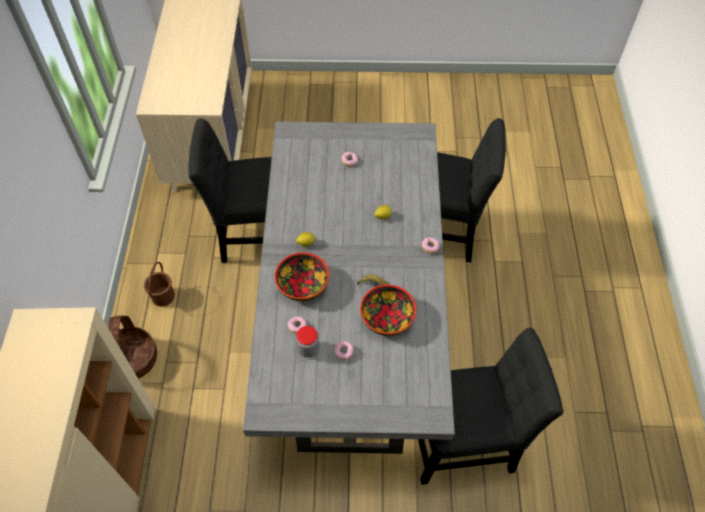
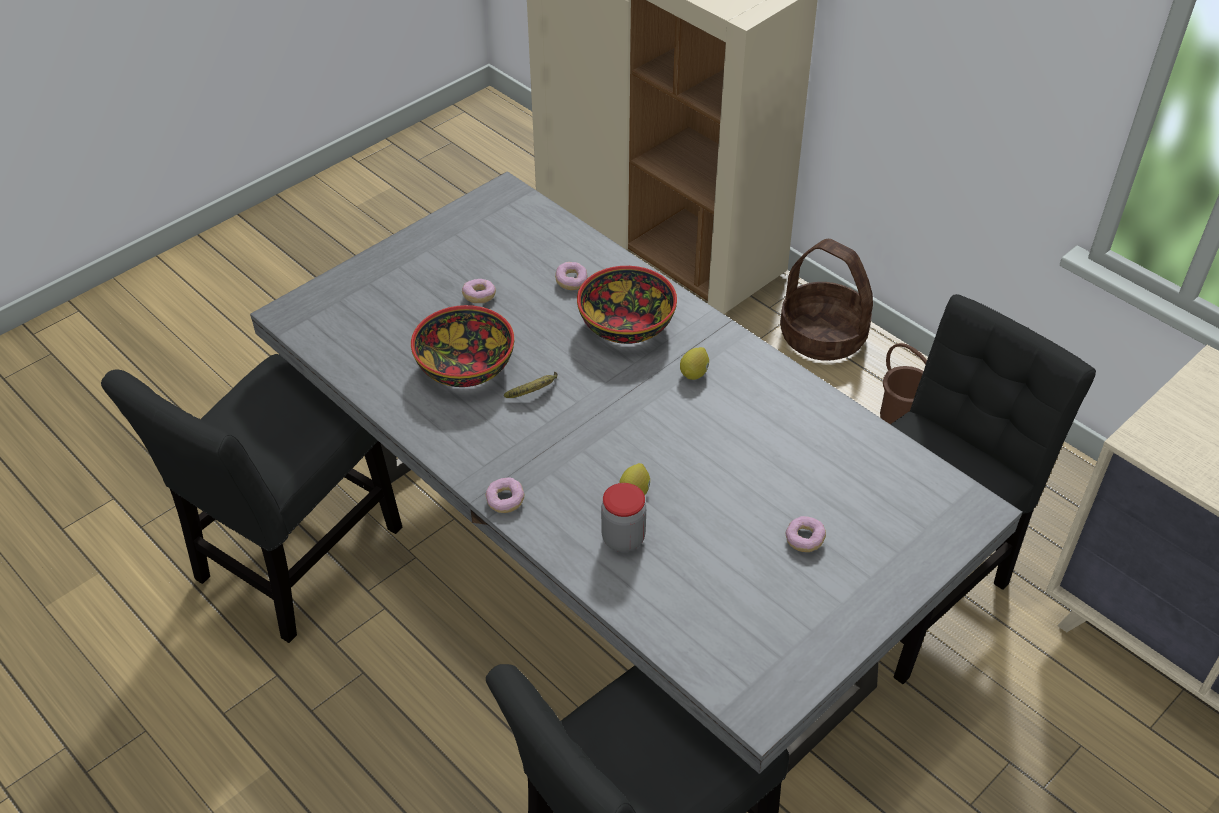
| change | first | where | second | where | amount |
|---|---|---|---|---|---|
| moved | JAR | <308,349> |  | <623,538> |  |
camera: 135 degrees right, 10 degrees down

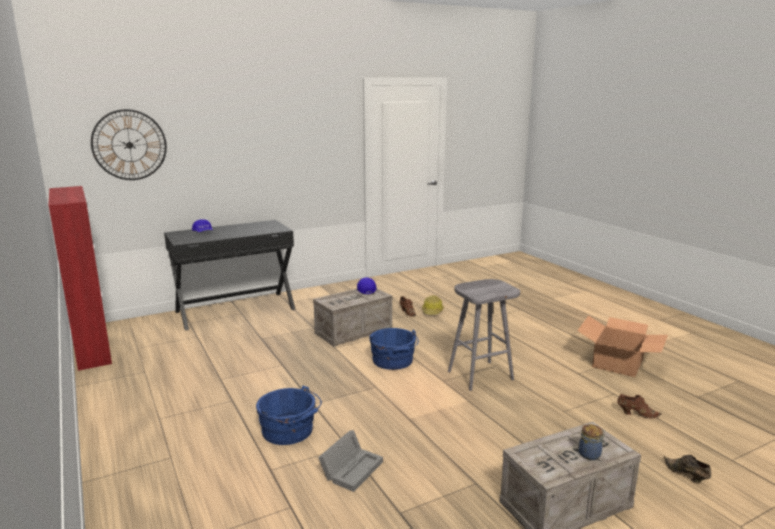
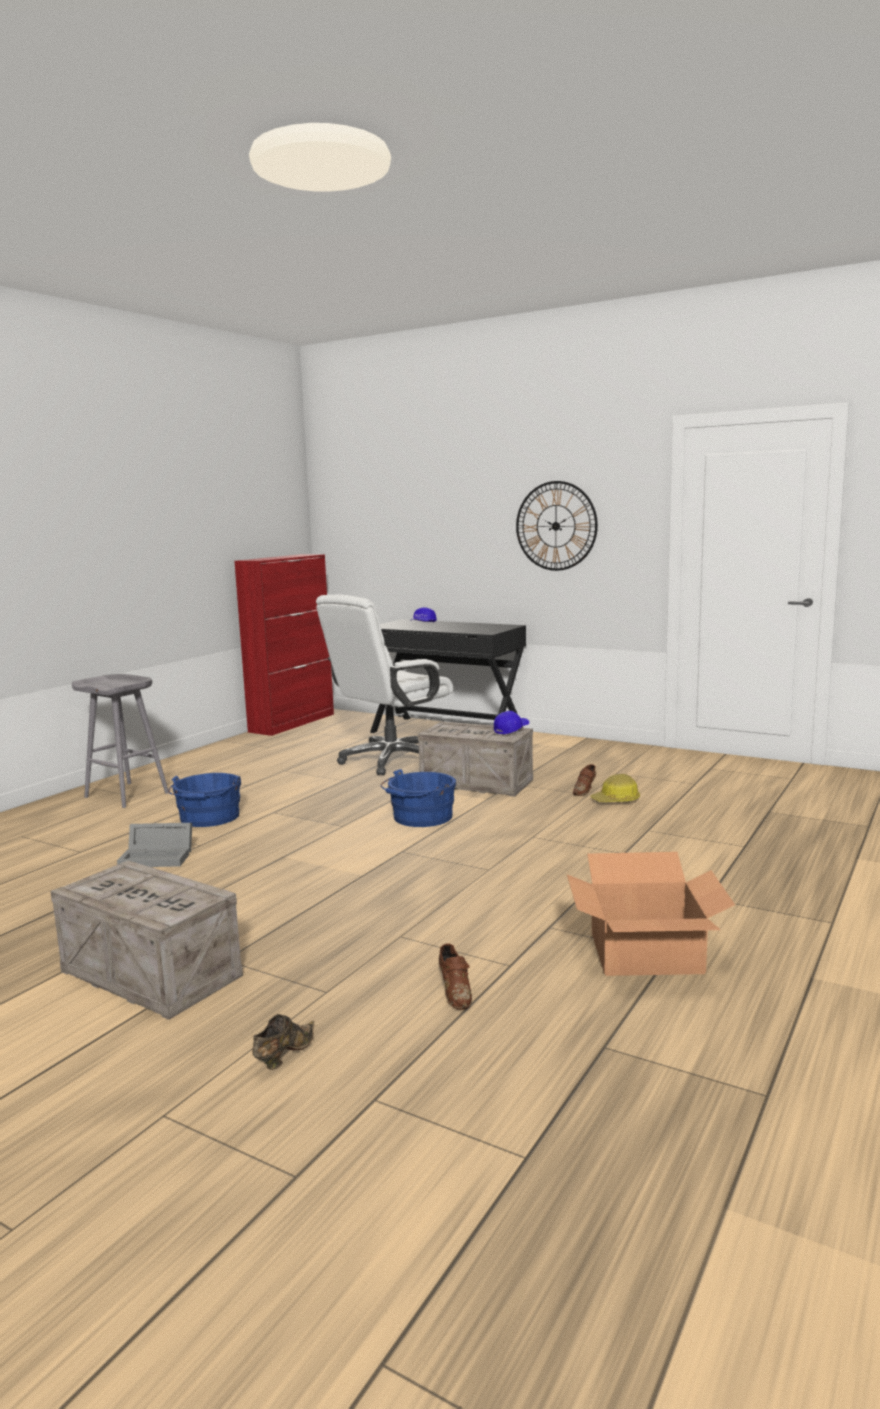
| change | first | where | second | where | amount |
|---|---|---|---|---|---|
| moved | WALL CLOCK | <129,145> |  | <556,526> |  |
| moved | GREY STOOL | <480,375> |  | <128,795> |  |
| removed | JAR | <590,454> |  |  |  |
| added |  |  | WHITE OFFICE CHAIR | <390,760> |  |
camera: 60 degrees right, 5 degrees down

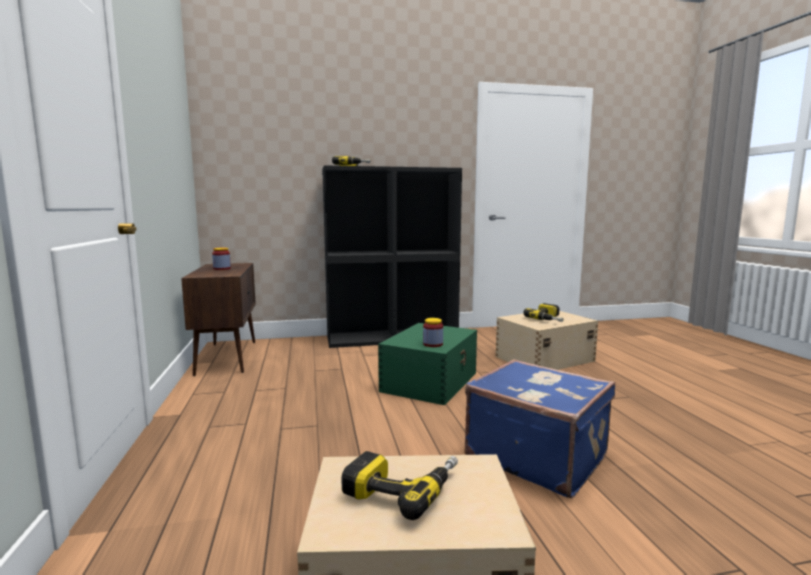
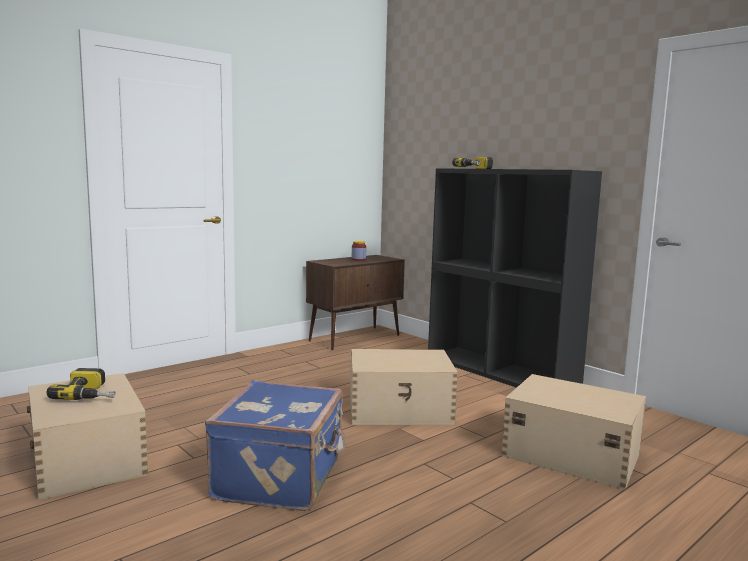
| change | first | where | second | where | amount |
|---|---|---|---|---|---|
| removed | POWER DRILL | <549,319> |  |  |  |
| removed | JAR | <433,344> |  |  |  |
| recoloured | GREEN STORAGE BOX | <430,381> | BEIGE STORAGE BOX | <400,410> |  |
camera: 60 degrees right, 0 degrees up

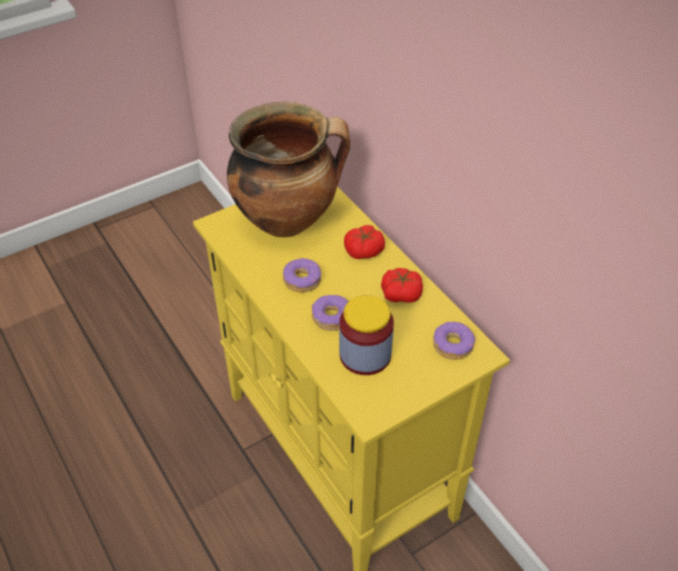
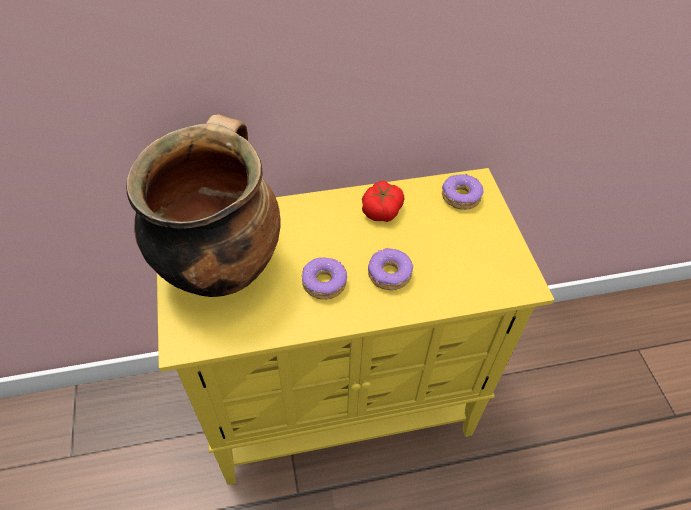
| change | first | where | second | where | amount |
|---|---|---|---|---|---|
| removed | TOMATO | <364,250> |  |  |  |
| removed | JAR | <365,355> |  |  |  |
camera: 70 degrees left, 5 degrees up

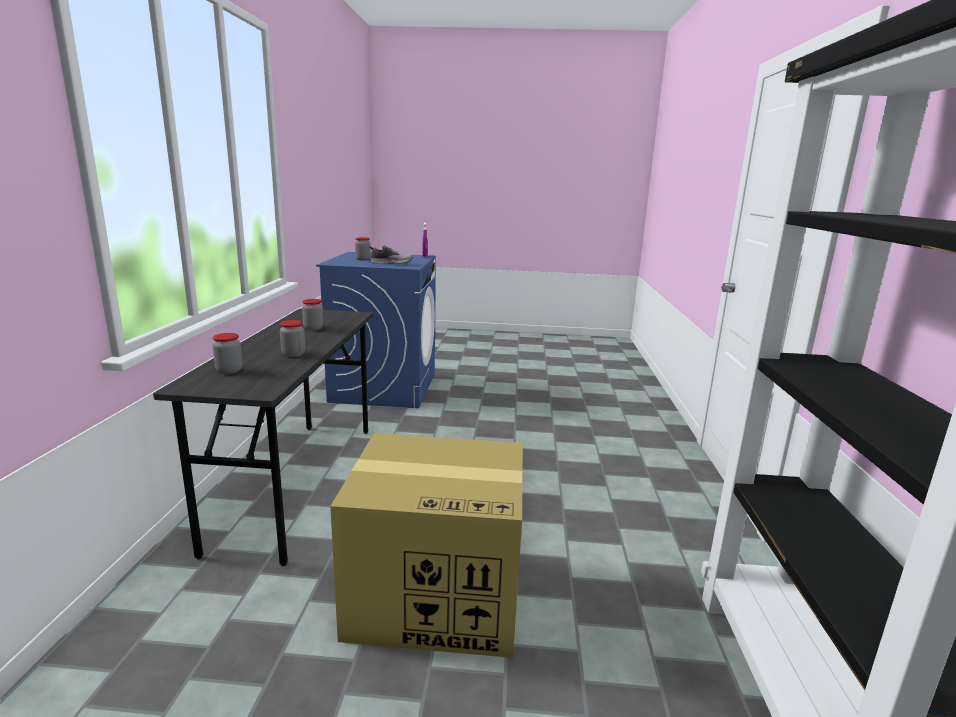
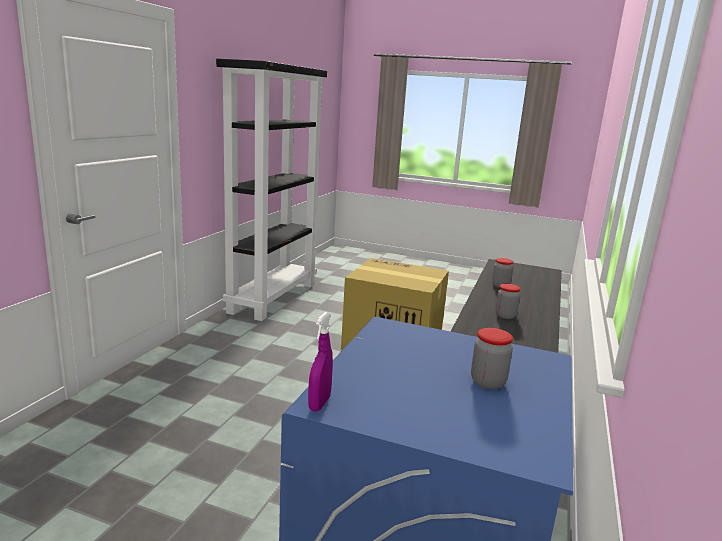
| change | first | where | second | where | amount |
|---|---|---|---|---|---|
| removed | SHOE | <391,263> |  |  |  |
| removed | JAR | <229,371> |  |  |  |
camera: 165 degrees left, 0 degrees up

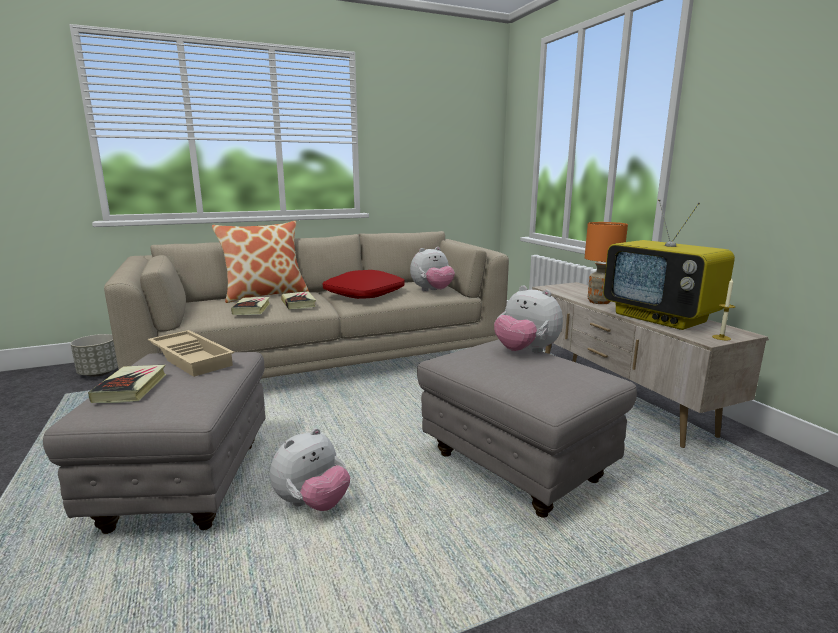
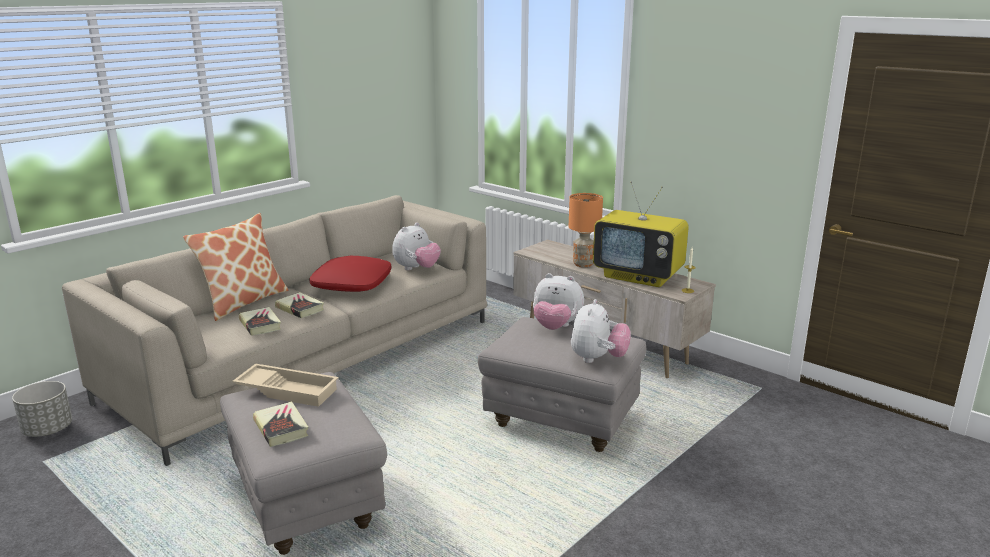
| change | first | where | second | where | amount |
|---|---|---|---|---|---|
| moved | PLUSH TOY | <312,504> |  | <598,359> |  |
camera: 25 degrees left, 5 degrees up

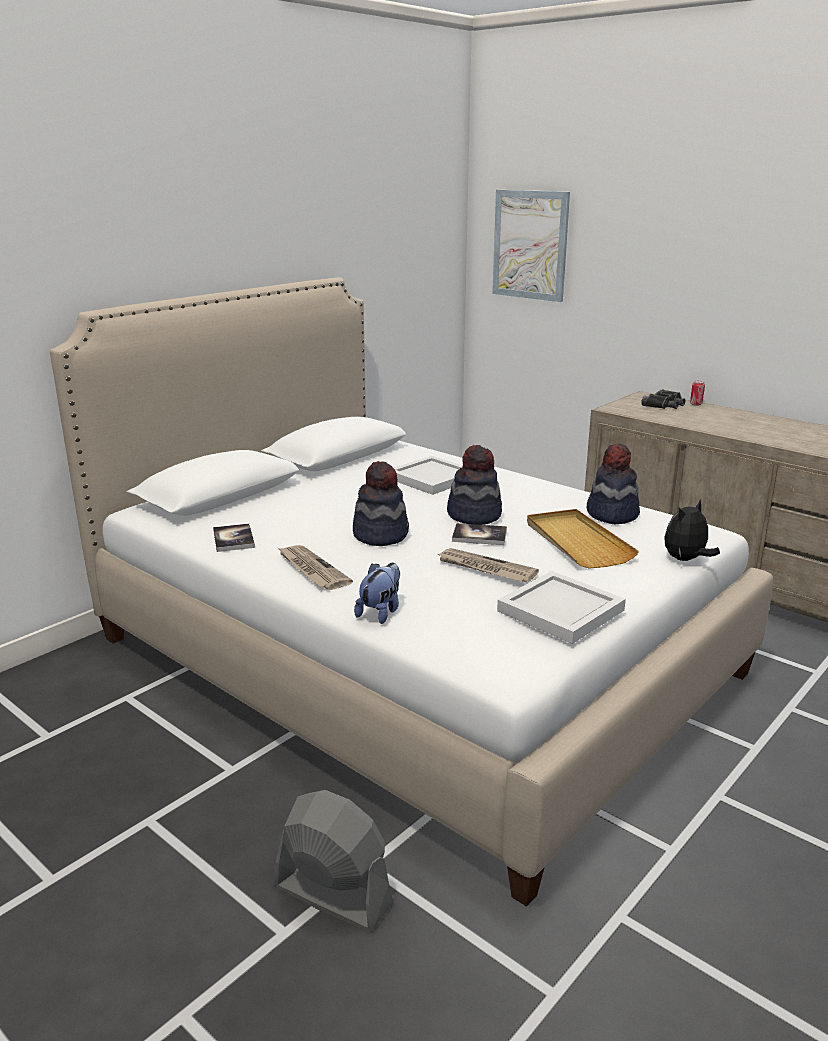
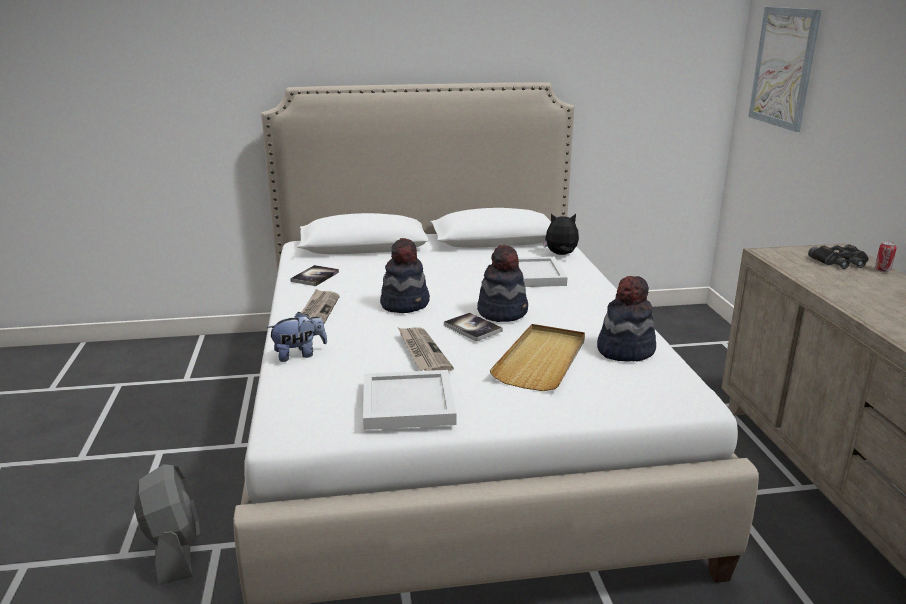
| change | first | where | second | where | amount |
|---|---|---|---|---|---|
| moved | PLUSH TOY | <686,560> |  | <561,255> |  |
camera: 40 degrees right, 0 degrees up

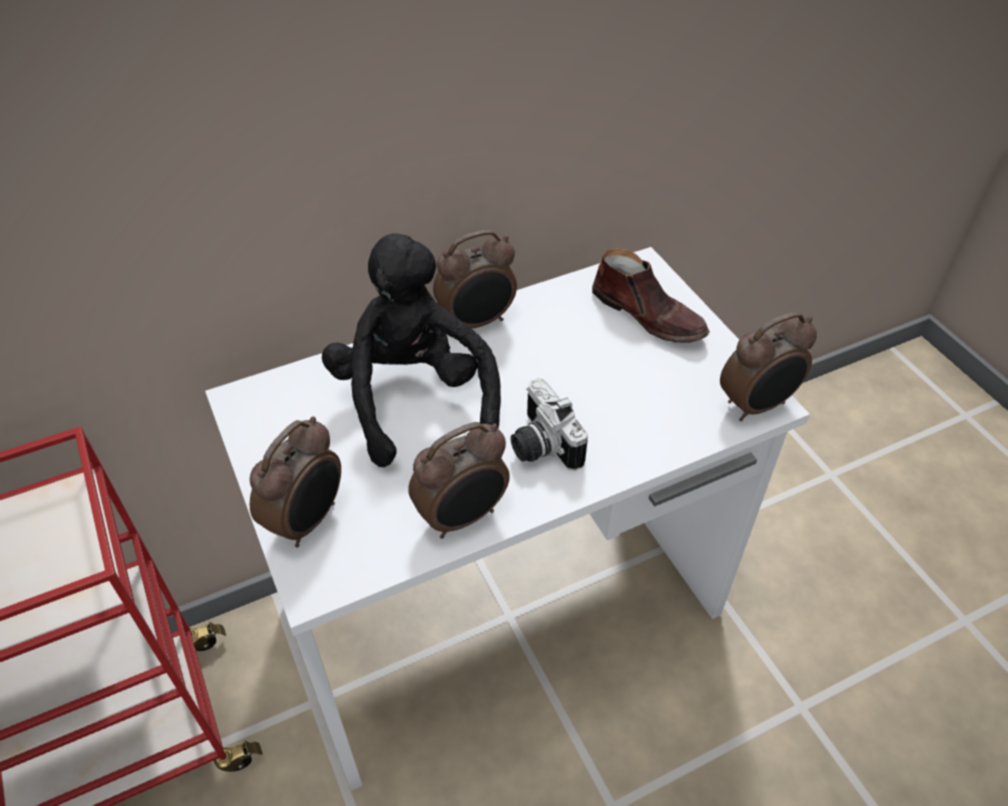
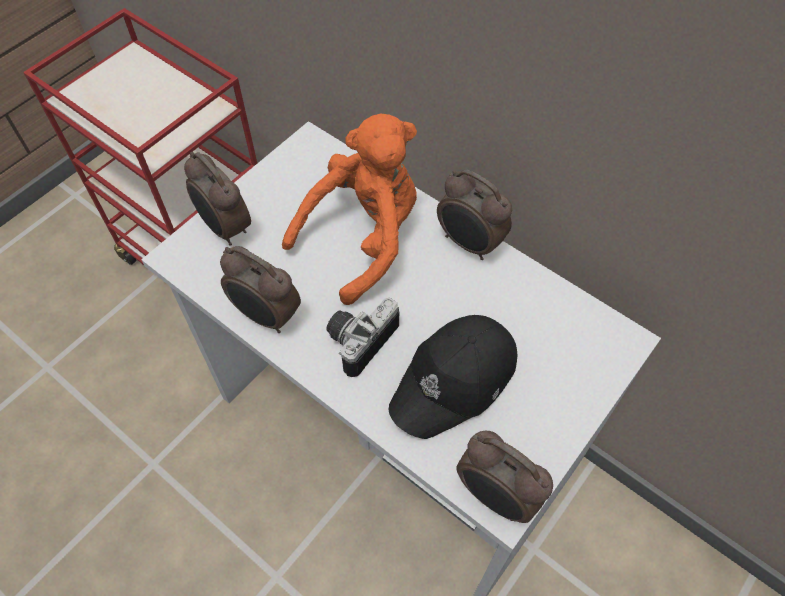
| change | first | where | second | where | amount |
|---|---|---|---|---|---|
| recoloured | BLACK PLUSH TOY | <413,398> | ORANGE PLUSH TOY | <363,238> |  |
| removed | BROWN SHOE | <649,315> |  |  |  |
| turned | ALARM CLOCK | <308,520> |  | <225,228> | 45 degrees clockwise |
| added |  |  | BLACK CAP | <455,381> |  |
camera: 65 degrees right, 10 degrees up

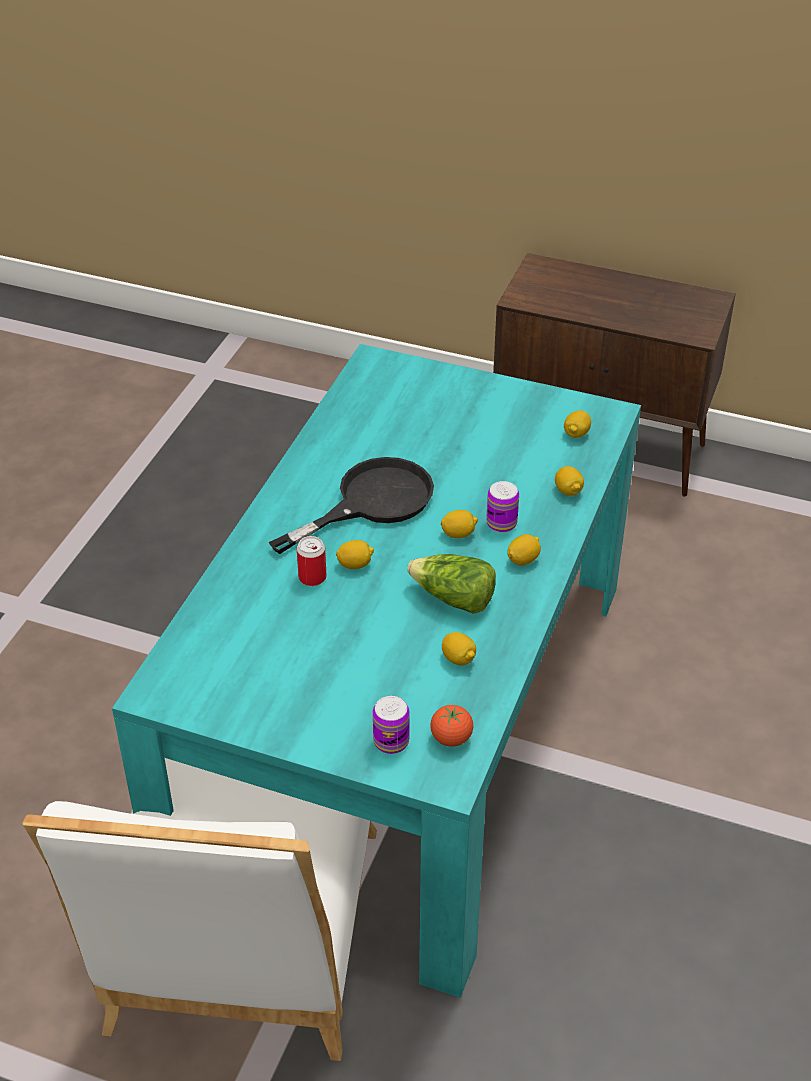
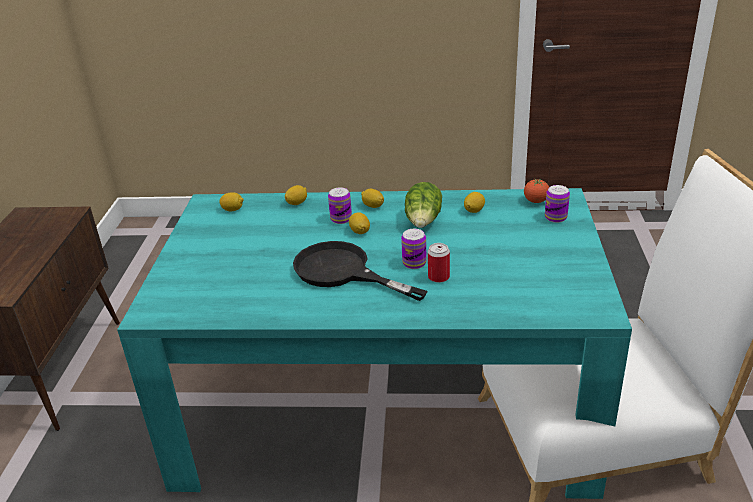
| change | first | where | second | where | amount |
|---|---|---|---|---|---|
| replaced | LEMON | <355,564> | CAN | <414,263> |  |
camera: 105 degrees left, 10 degrees down

